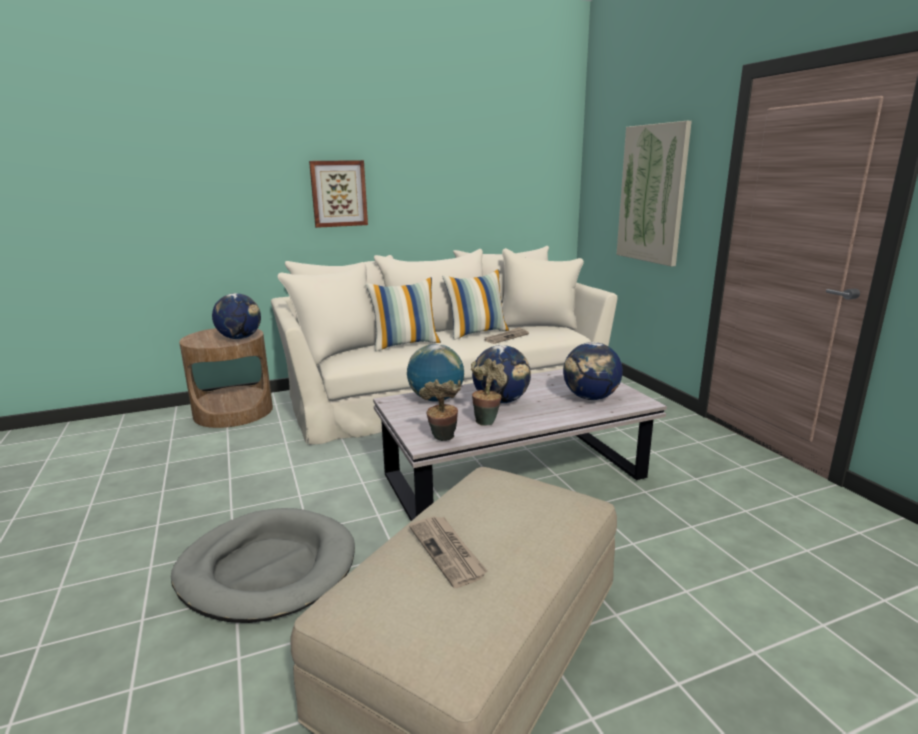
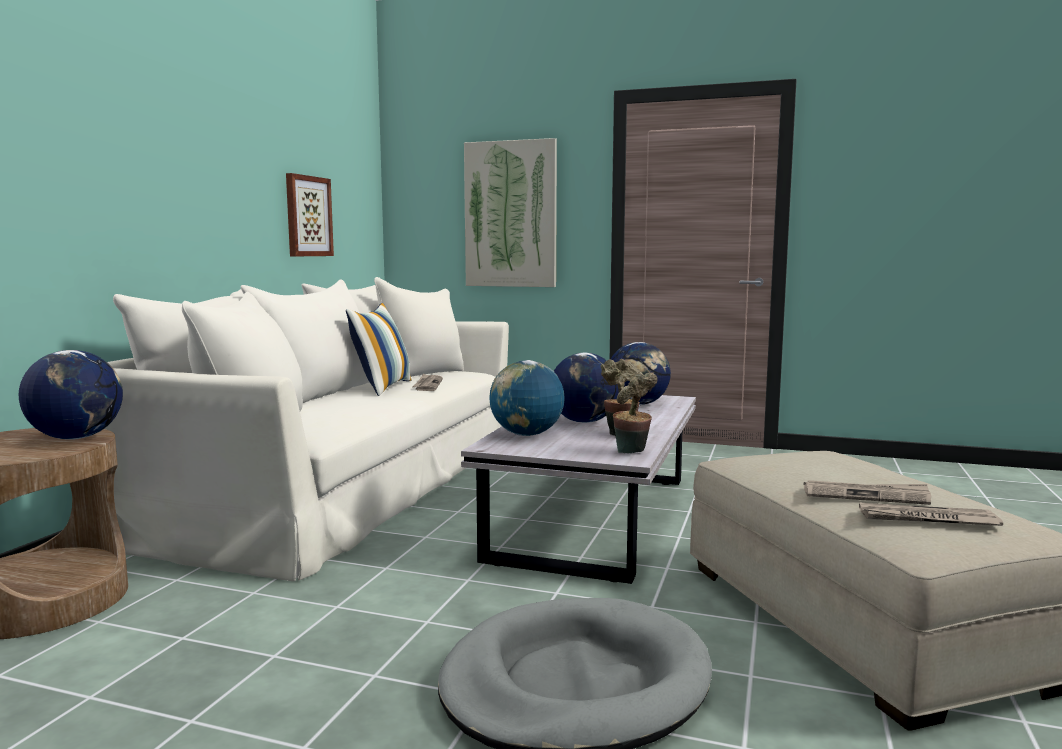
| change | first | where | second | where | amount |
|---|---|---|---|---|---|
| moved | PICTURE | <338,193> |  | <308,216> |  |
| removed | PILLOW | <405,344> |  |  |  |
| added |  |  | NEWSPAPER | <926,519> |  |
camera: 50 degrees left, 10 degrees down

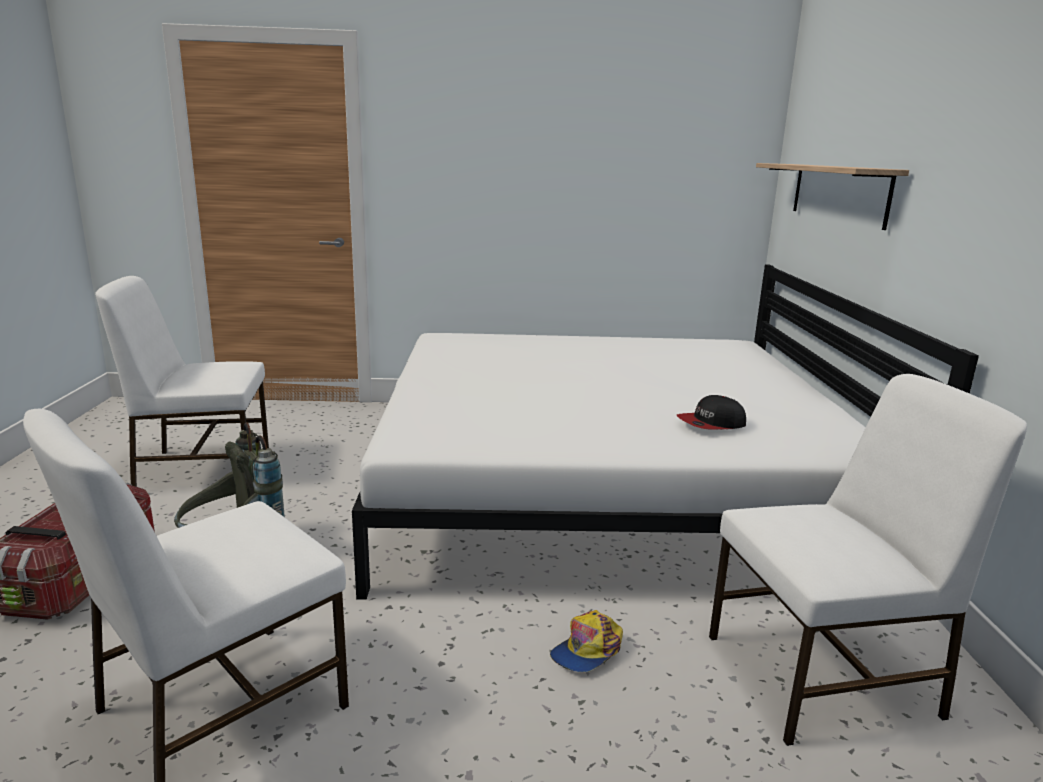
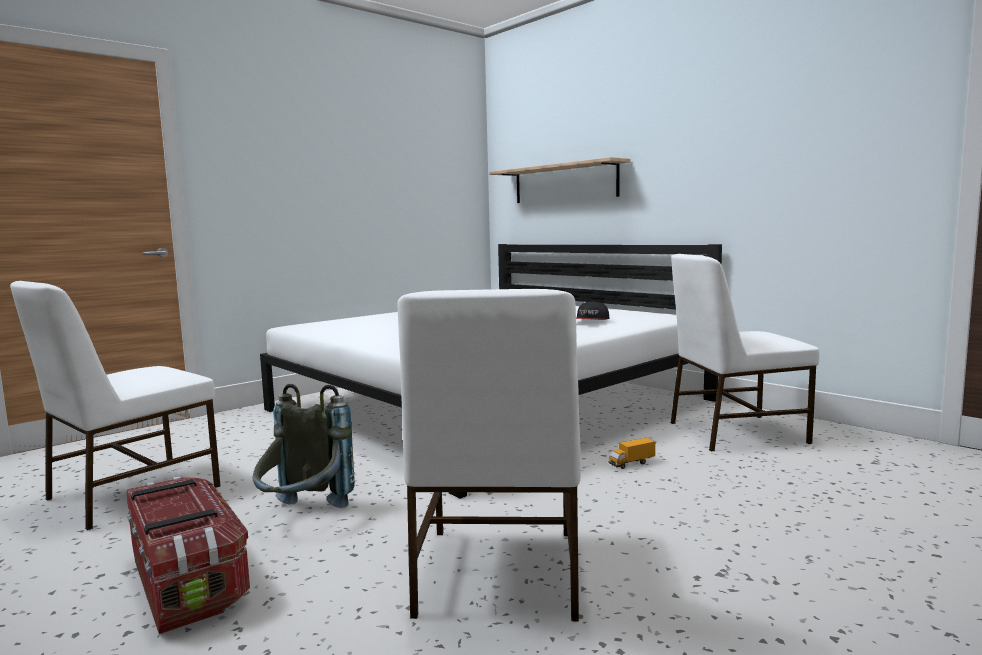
| change | first | where | second | where | amount |
|---|---|---|---|---|---|
| turned | WHITE CHAIR | <825,675> |  | <734,432> | 135 degrees counterclockwise |
| replaced | CAP | <587,650> | TOY TRUCK | <631,464> |  |
camera: 40 degrees left, 10 degrees down

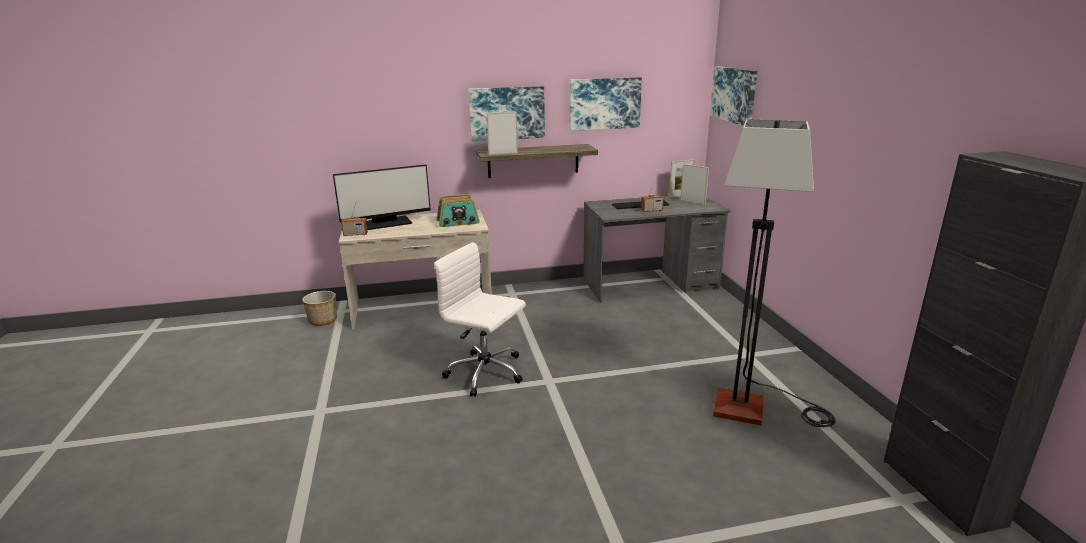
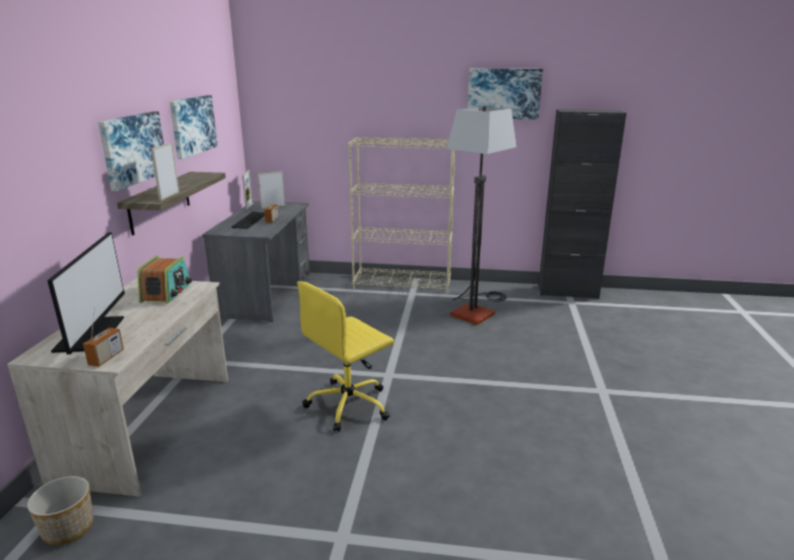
| change | first | where | second | where | amount |
|---|---|---|---|---|---|
| moved | PICTURE | <734,95> |  | <504,93> |  |
| recoloured | WHITE OFFICE CHAIR | <486,373> | YELLOW OFFICE CHAIR | <350,404> |  |
| added |  |  | BEIGE BOOKCASE | <403,284> |  |
camera: 70 degrees left, 0 degrees up

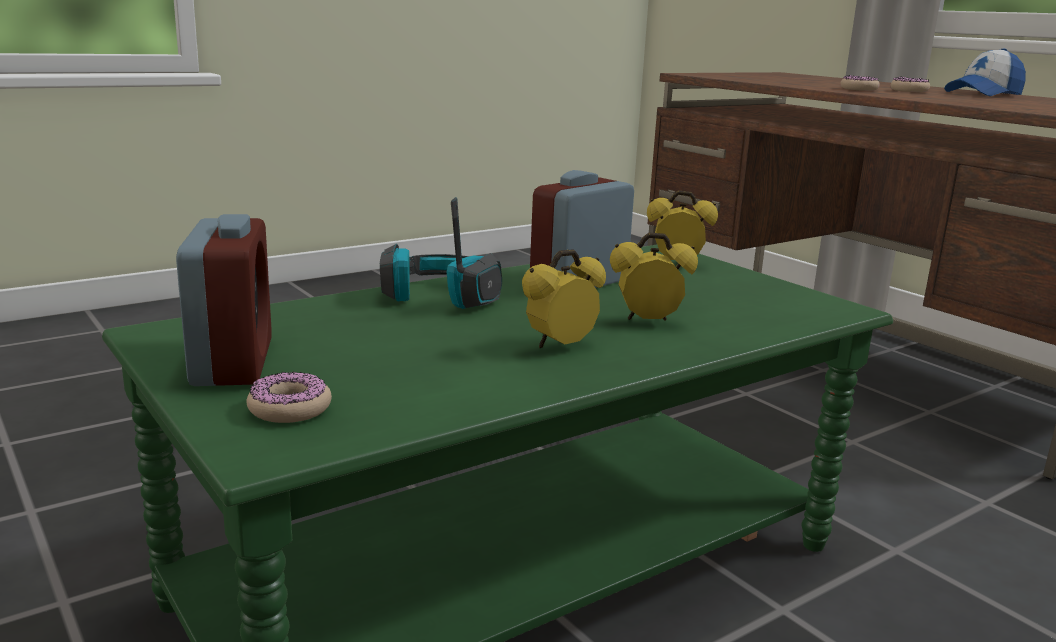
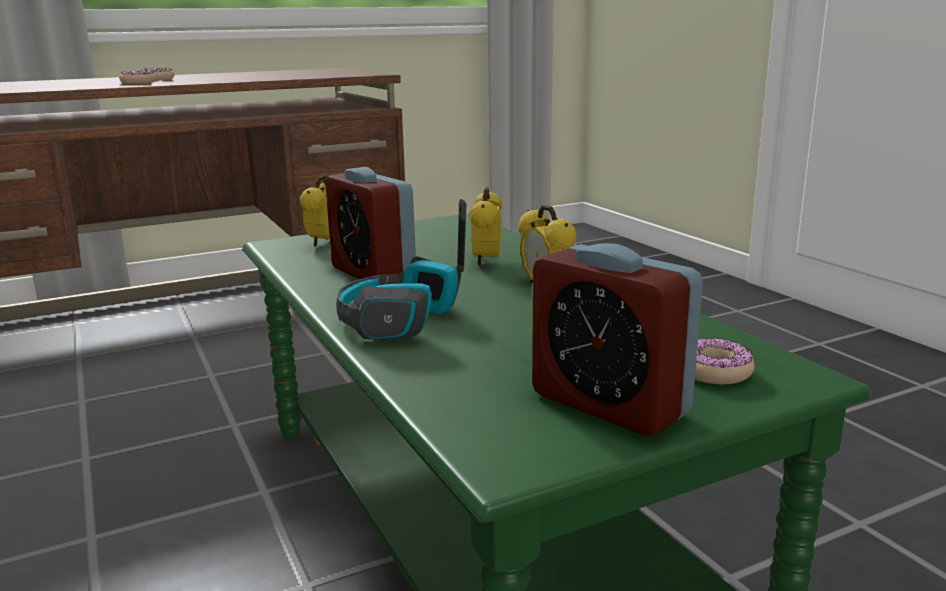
| change | first | where | second | where | amount |
|---|---|---|---|---|---|
| removed | CAP | <983,94> |  |  |  |
| turned | ALARM CLOCK | <233,363> |  | <609,404> | 135 degrees counterclockwise |
camera: 80 degrees left, 0 degrees up

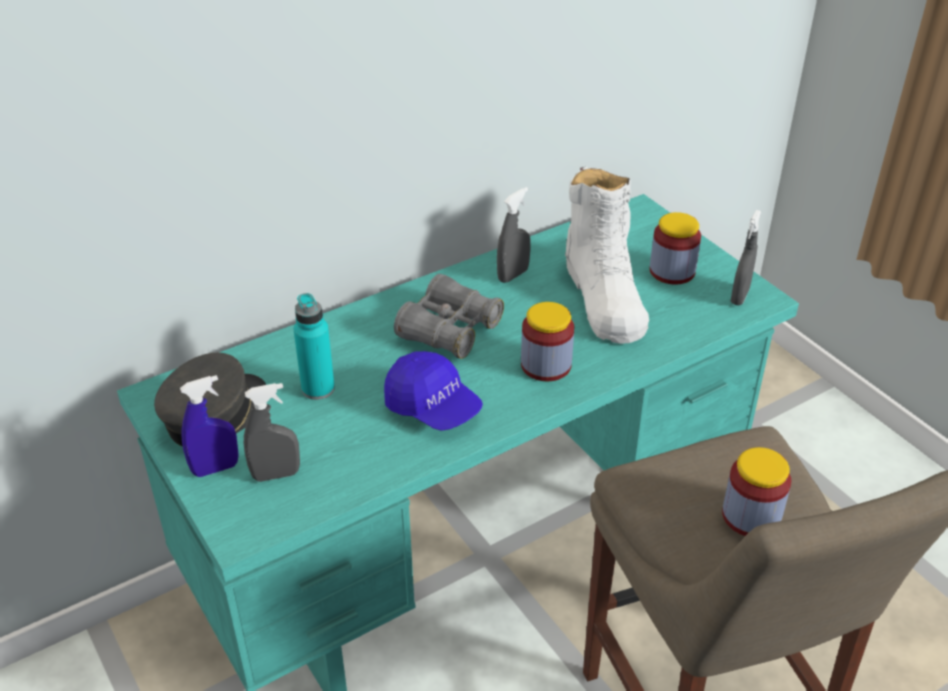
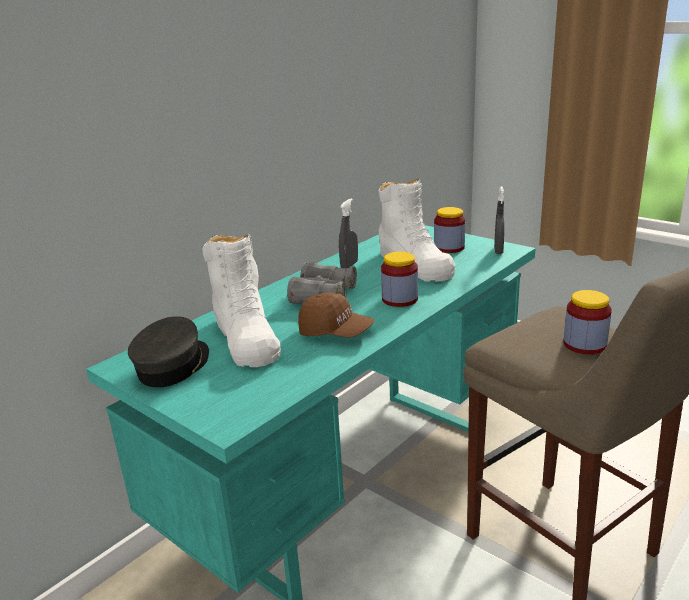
| change | first | where | second | where | amount |
|---|---|---|---|---|---|
| replaced | TURQUOISE BOTTLE | <318,389> | WHITE BOOT | <246,339> |  |
| recoloured | BLUE CAP | <433,407> | BROWN CAP | <336,332> |  |
| removed | BLUE SPRAY BOTTLE | <215,468> |  |  |  |
| removed | GREY SPRAY BOTTLE | <276,474> |  |  |  |
camera: 15 degrees left, 15 degrees down

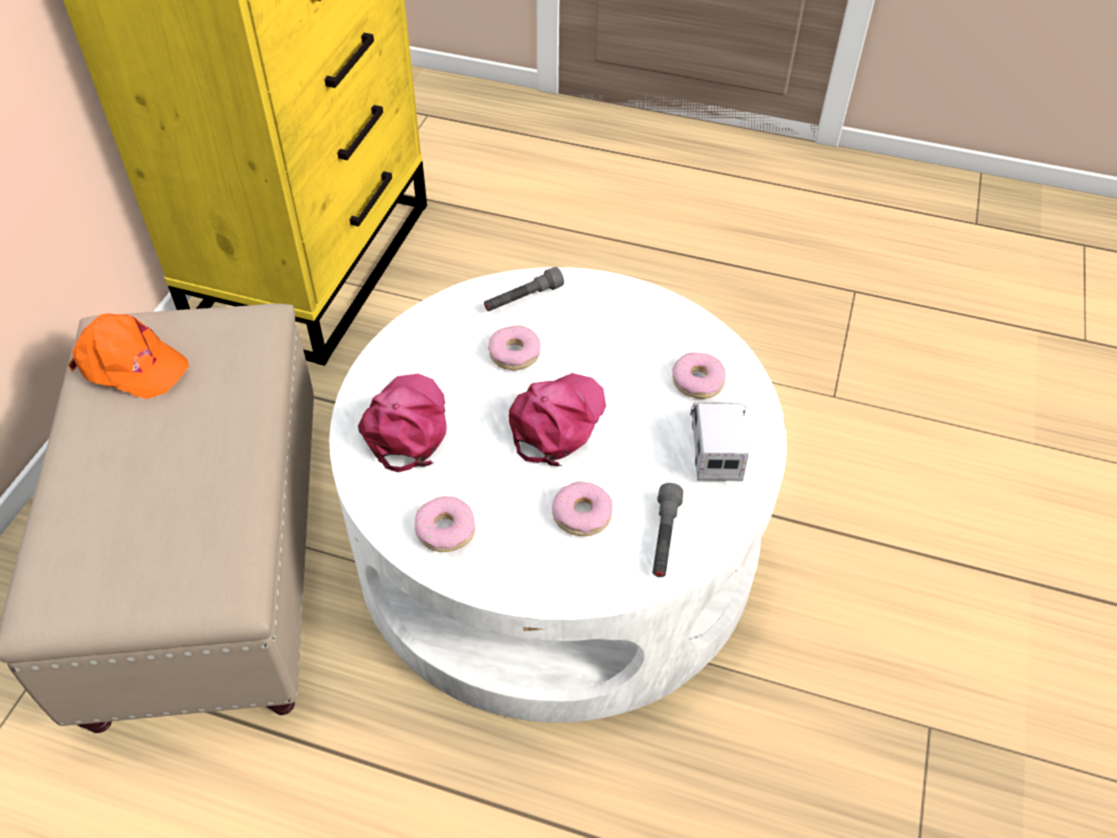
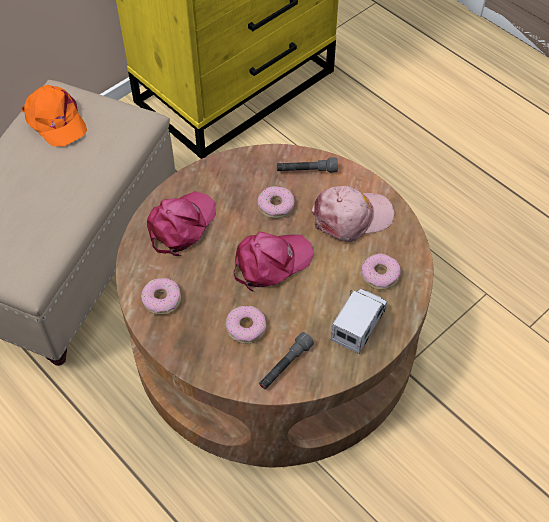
| change | first | where | second | where | amount |
|---|---|---|---|---|---|
| recoloured | WHITE COFFEE TABLE | <556,535> | BROWN COFFEE TABLE | <274,334> |  |
| added |  |  | PINK CAP | <352,217> |  |
camera: 30 degrees right, 5 degrees up

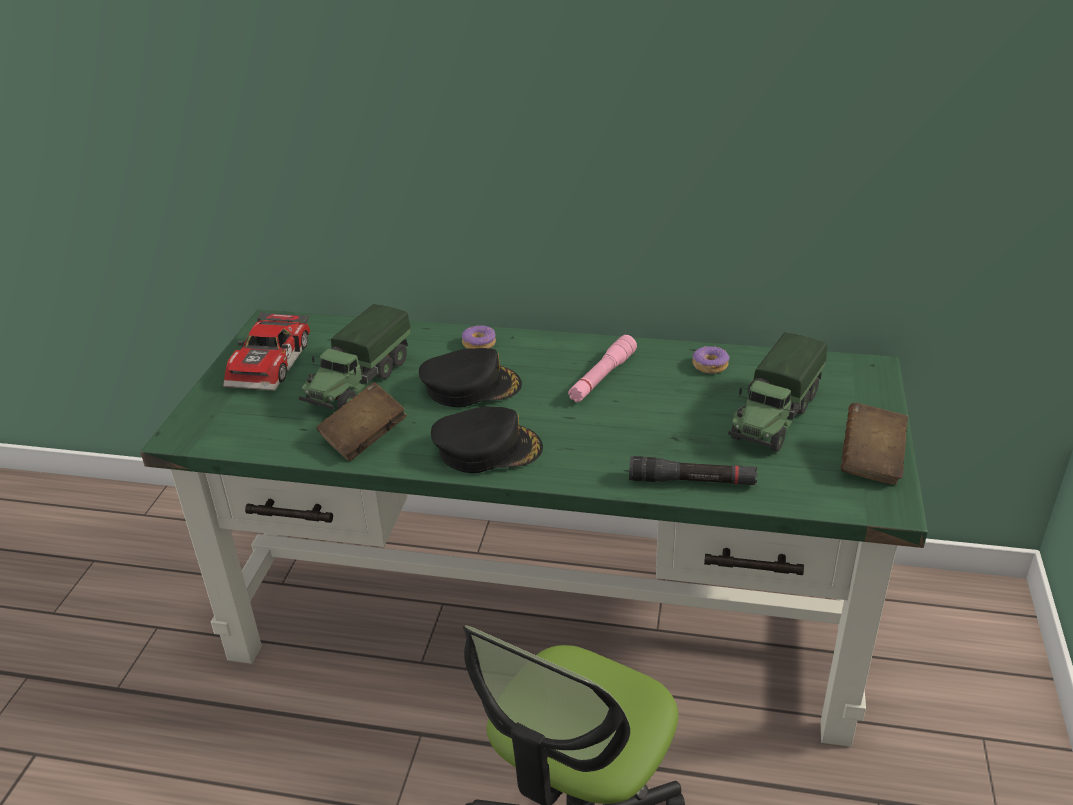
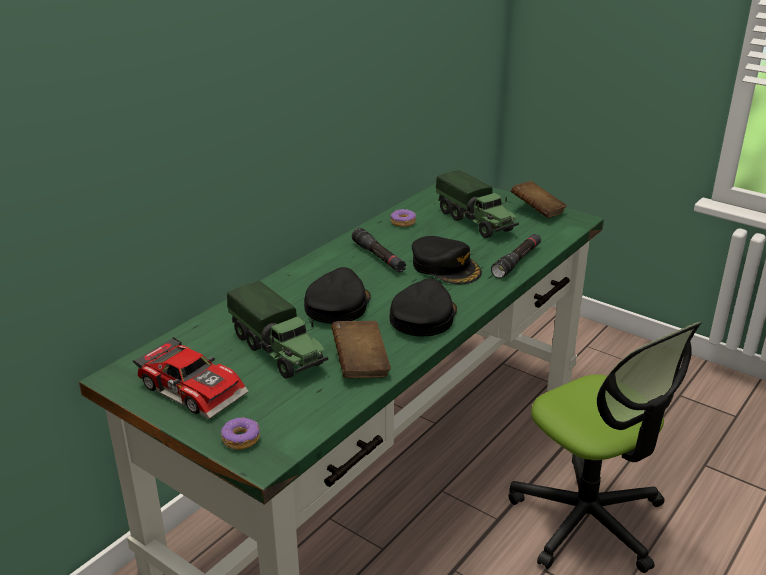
| change | first | where | second | where | amount |
|---|---|---|---|---|---|
| moved | DONUT | <479,343> |  | <241,439> |  |
| recoloured | PINK FLASHLIGHT | <602,377> | BLACK FLASHLIGHT | <379,257> |  |
| added |  |  | BLACK CAP | <446,267> |  |
camera: 65 degrees left, 5 degrees down

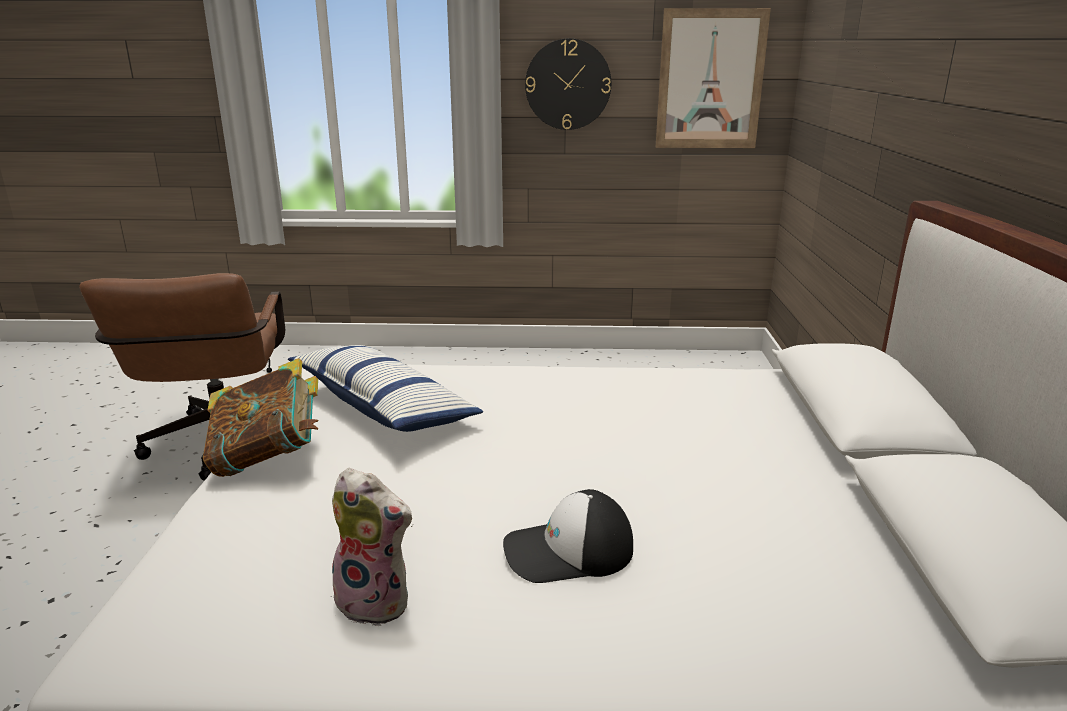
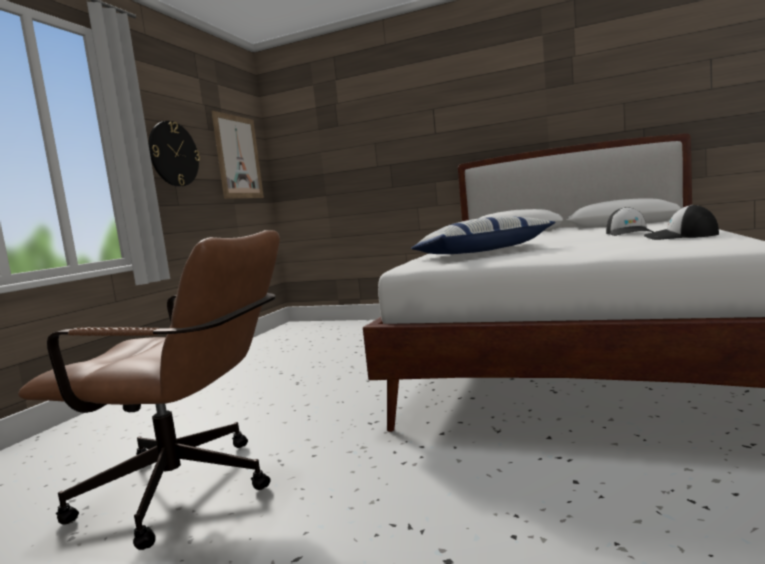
| change | first | where | second | where | amount |
|---|---|---|---|---|---|
| removed | BOOK | <269,458> |  |  |  |
| replaced | PLUSH TOY | <377,601> | CAP | <679,236> |  |
camera: 70 degrees left, 15 degrees down

